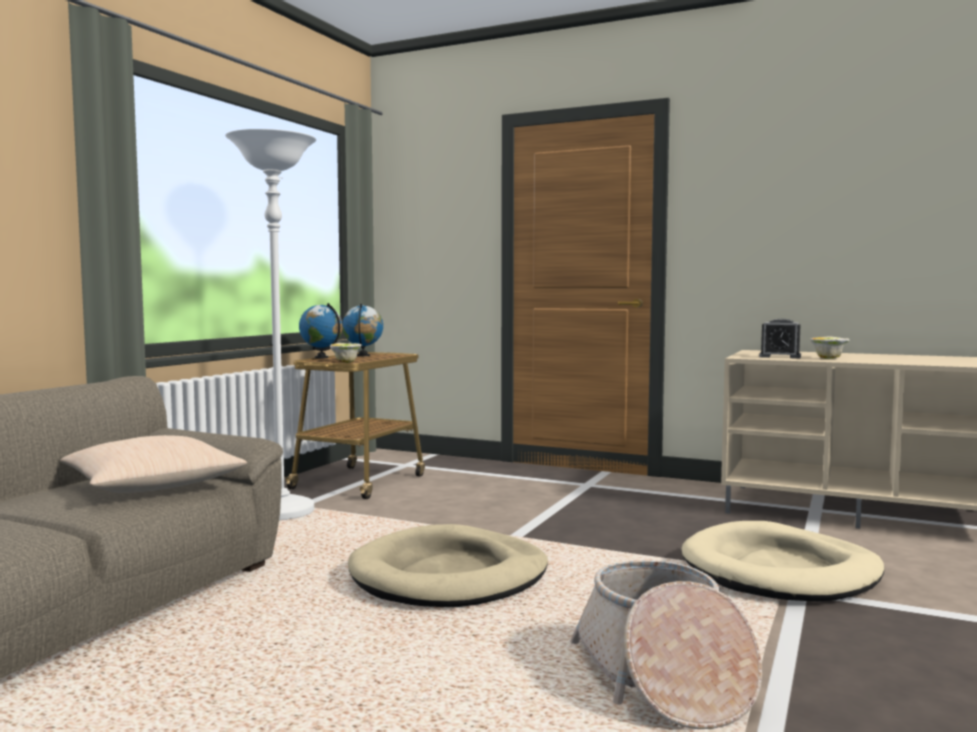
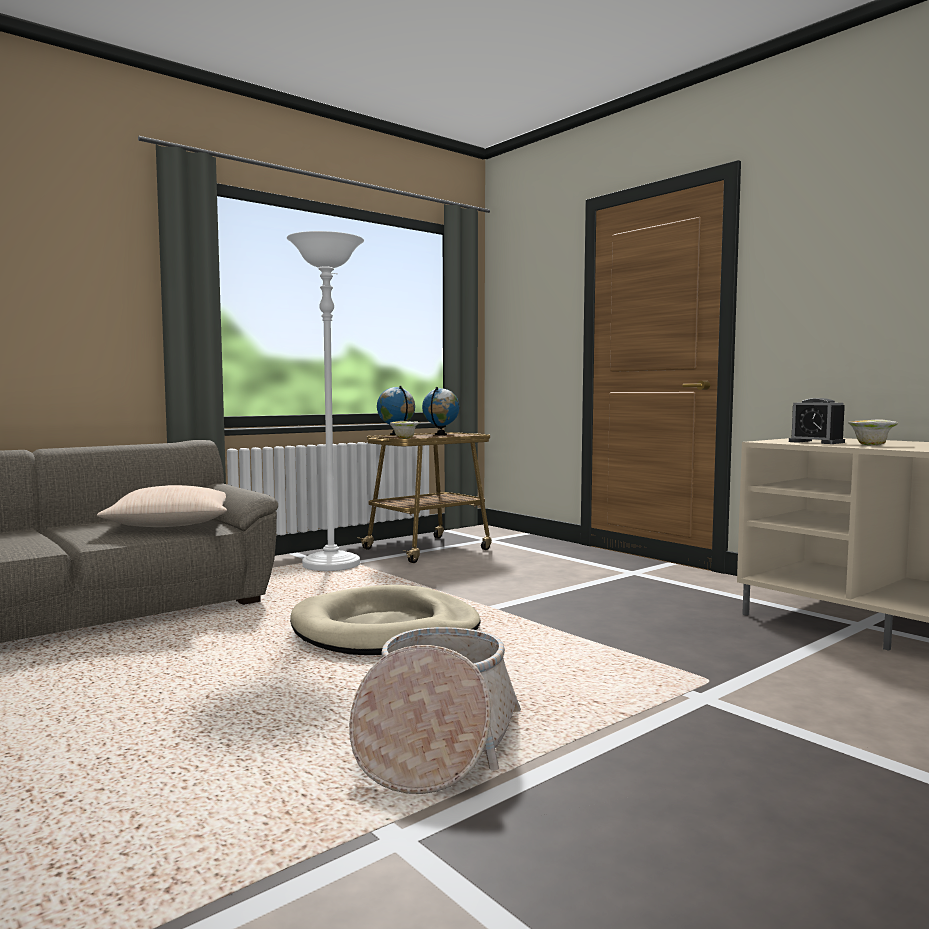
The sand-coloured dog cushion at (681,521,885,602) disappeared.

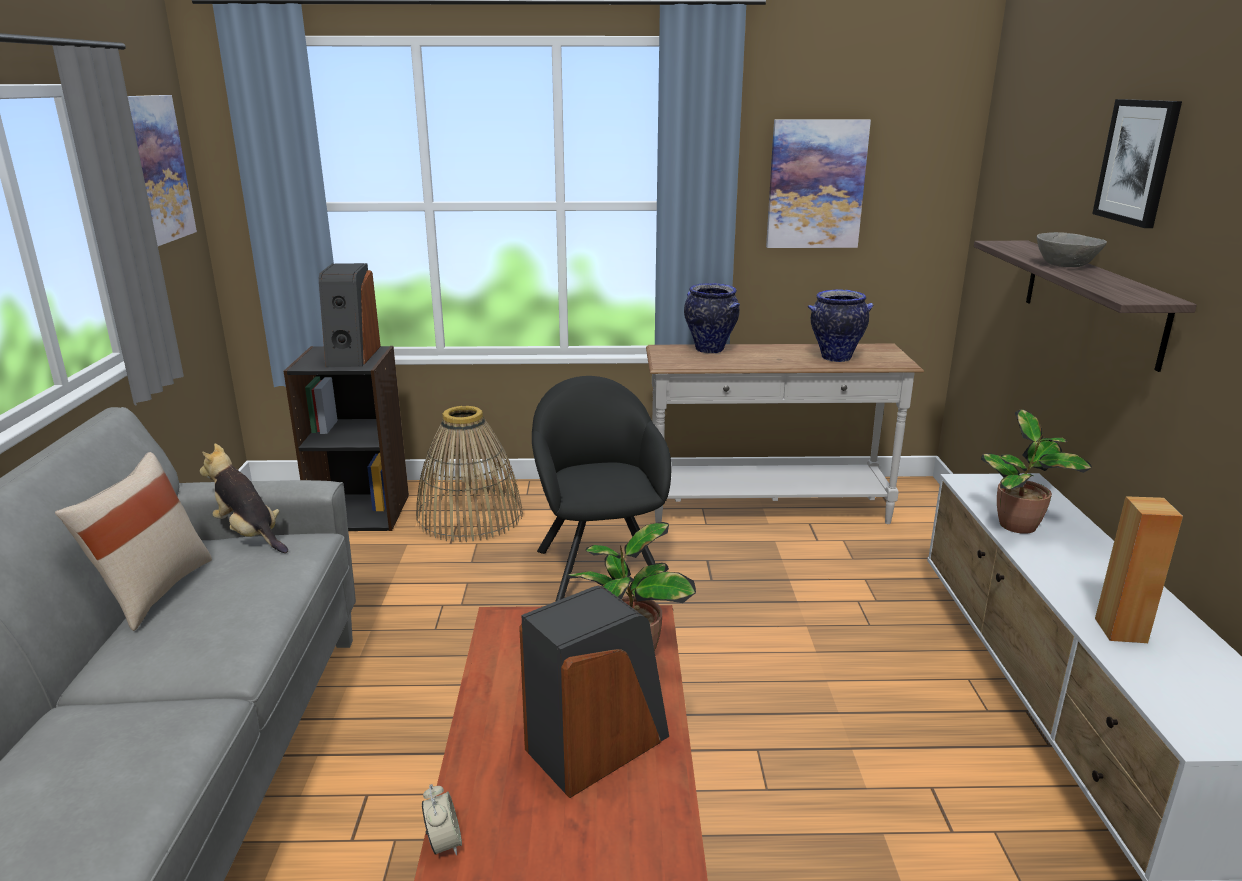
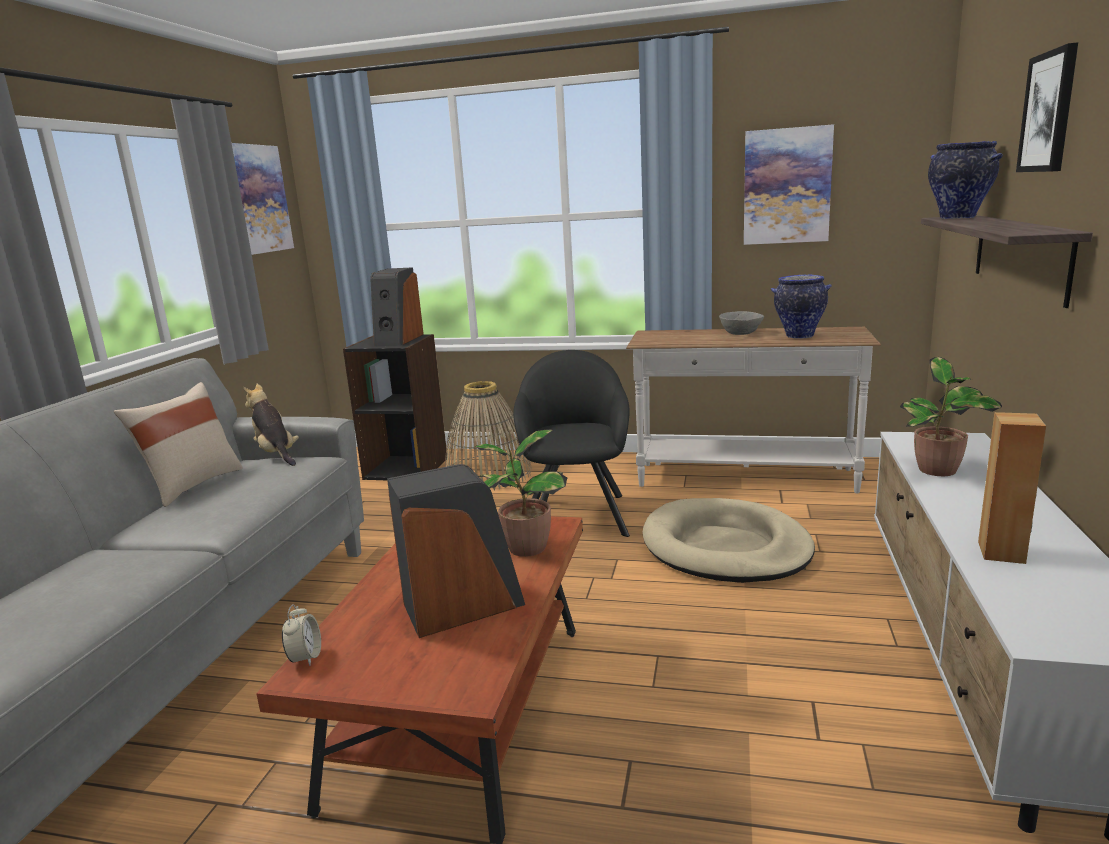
The sand-coloured dog cushion at (643,498,815,583) appeared. The decorative vase moved from (684,283,740,354) to (928,141,1003,219). The grey serving bowl moved from (1037,232,1107,267) to (719,311,764,335).

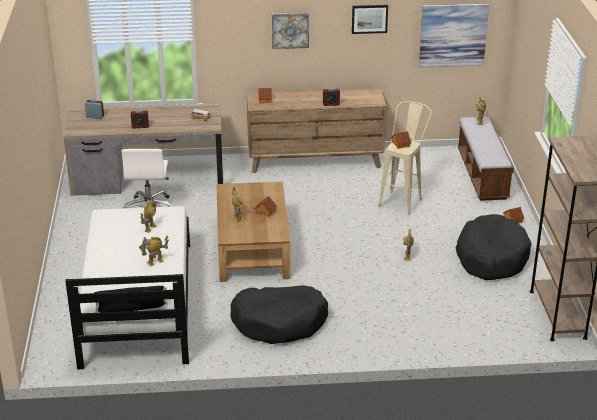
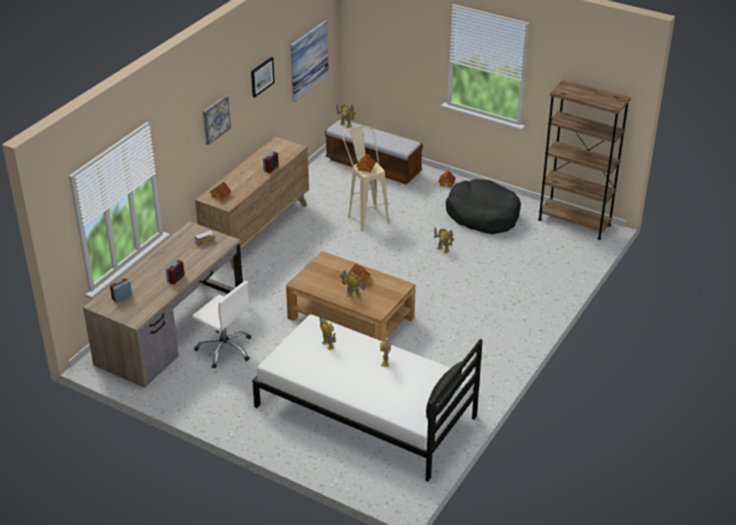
The blackish dog cushion at (231,285,328,344) disappeared.

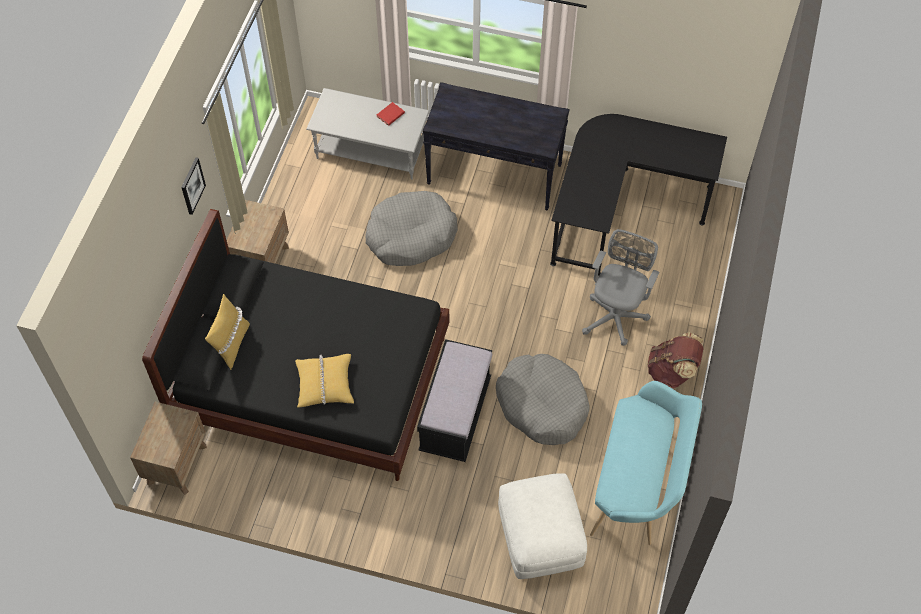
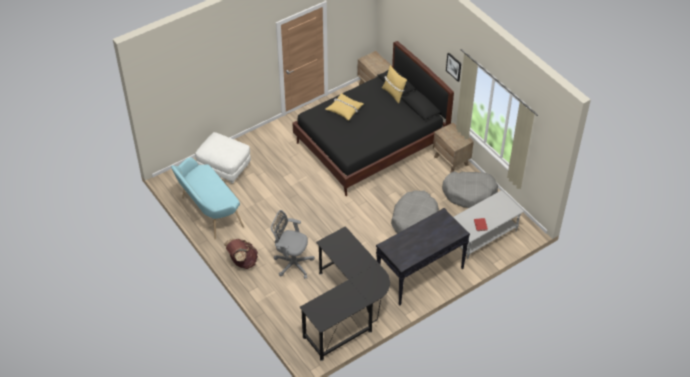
The blackish long seat at (417,339,492,462) disappeared. The grey dog cushion moved from (496,354,590,445) to (442,171,498,208). The grey computer chair at (582,229,660,346) turned 135 degrees clockwise.

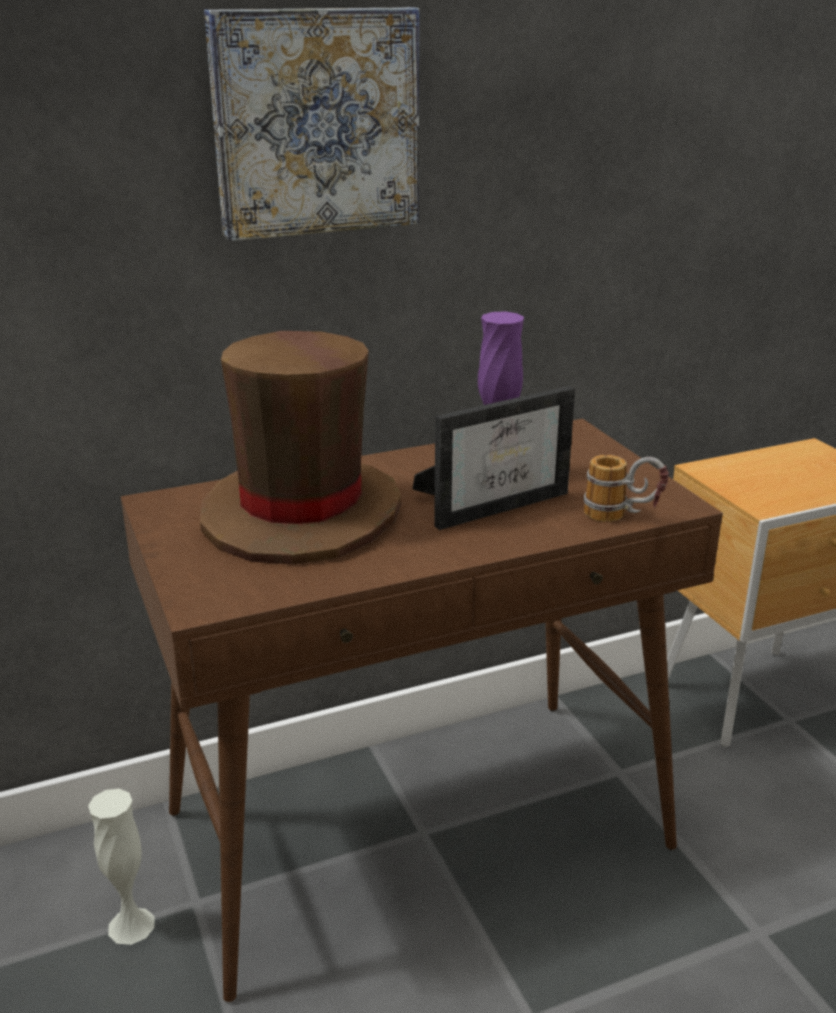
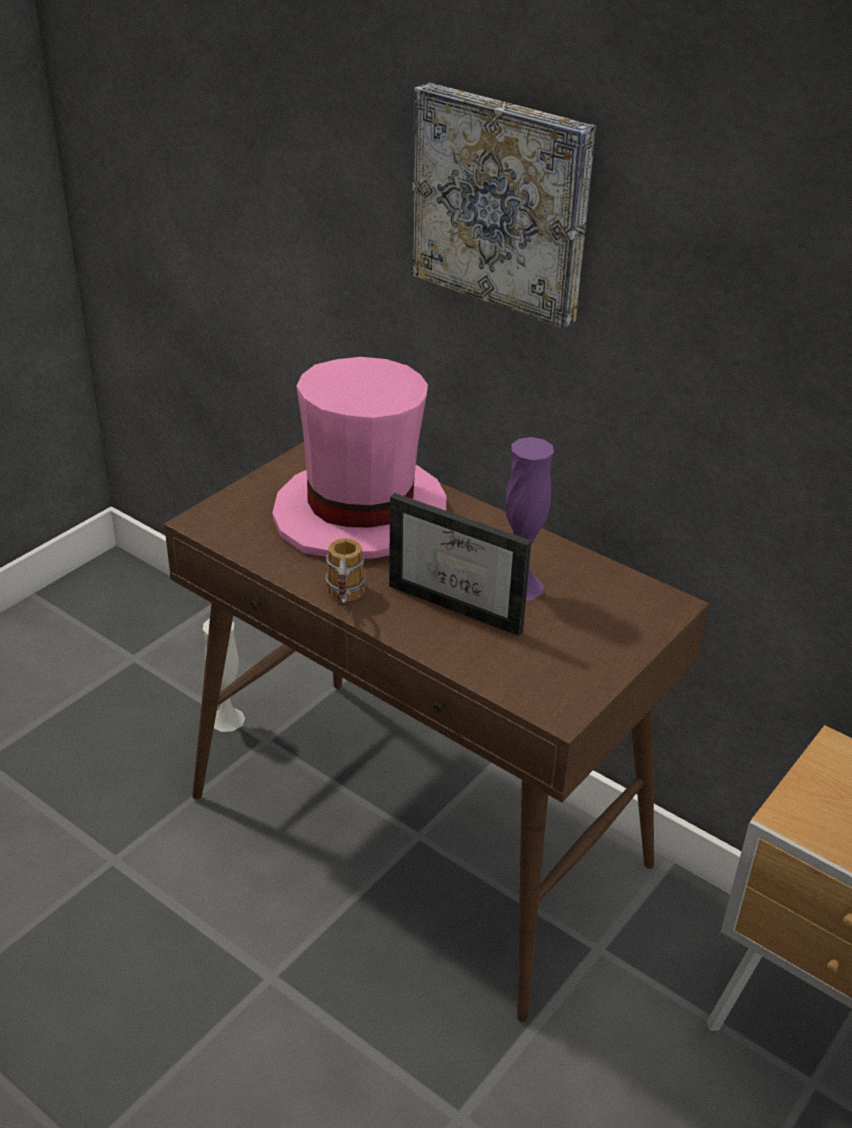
The mug moved from (584,455,669,522) to (326,538,366,605). The brown-coloured clothing hat at (200,331,401,564) became the pinkish clothing hat at (272,357,446,559).

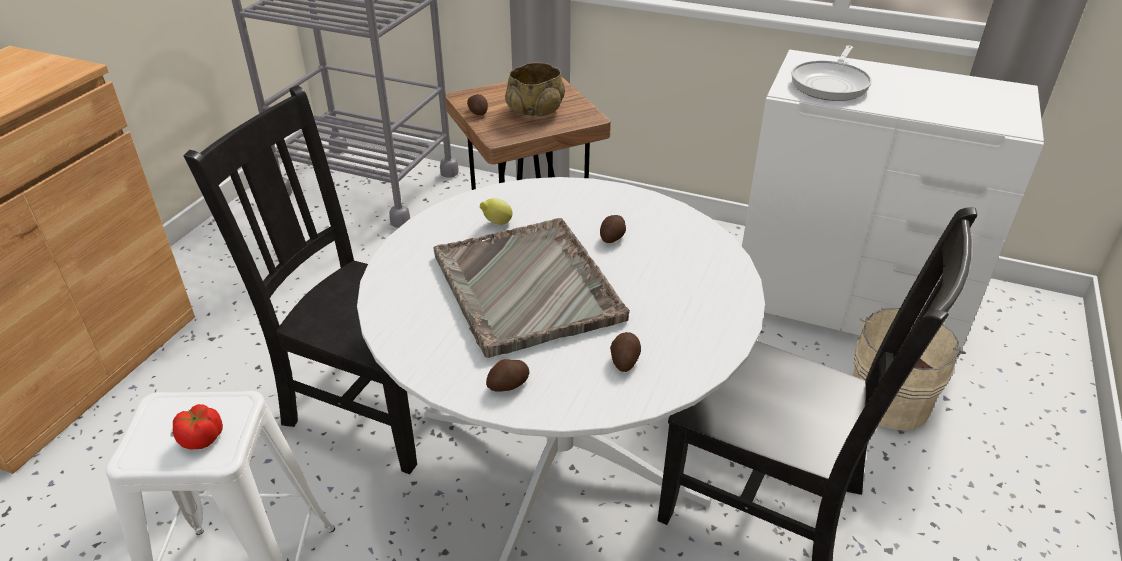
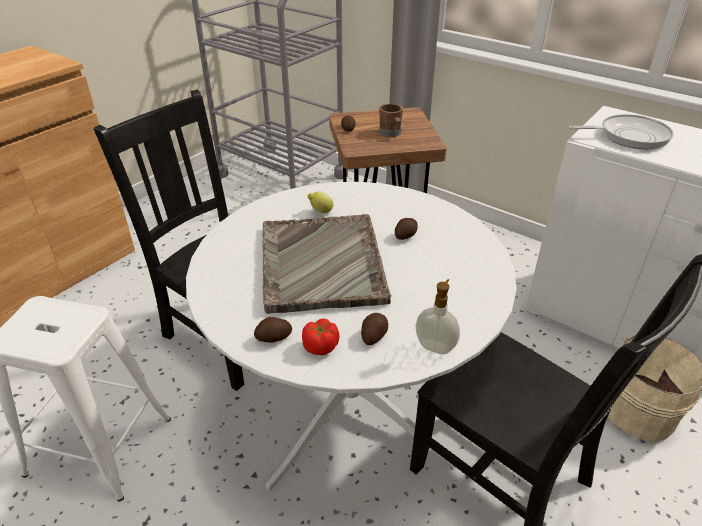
The soap bottle at (416,279,460,355) appeared. The tomato moved from (173,404,223,449) to (302,318,339,355). The sand-coloured serving bowl at (505,63,565,117) was replaced by the brown-coloured mug at (379,103,403,137). The skillet at (791,45,872,101) turned 135 degrees counterclockwise.

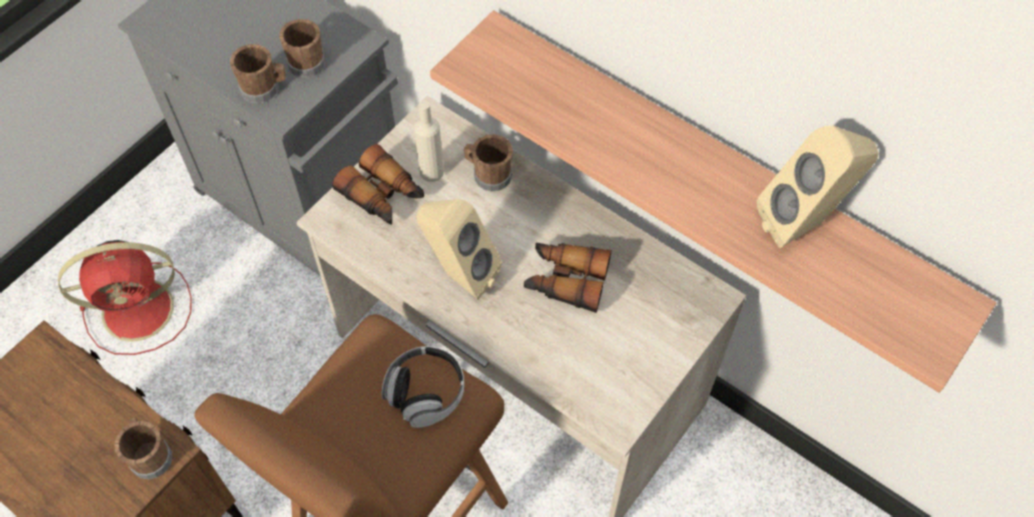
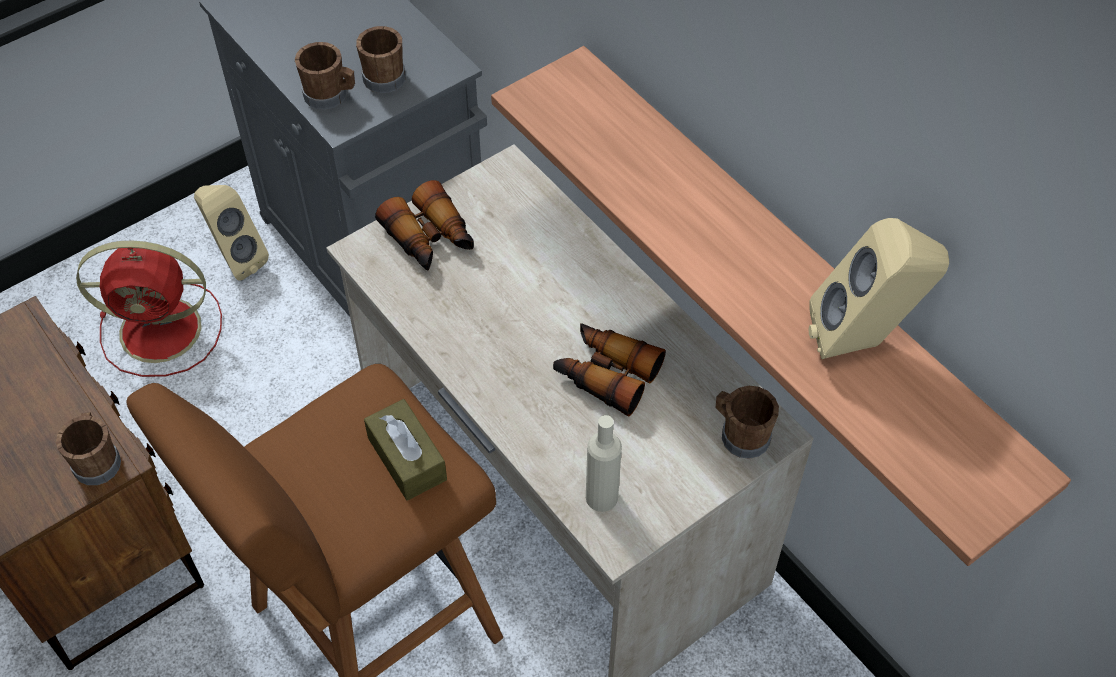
The sand-coloured drink bottle moved from (414,101,444,182) to (586,415,622,512). The sand-coloured audio speaker moved from (417,199,502,300) to (194,185,269,281). The brown-coloured mug moved from (464,134,513,192) to (716,386,779,459). The headphones at (381,346,465,428) was replaced by the brown-coloured tissue box at (364,399,447,501).

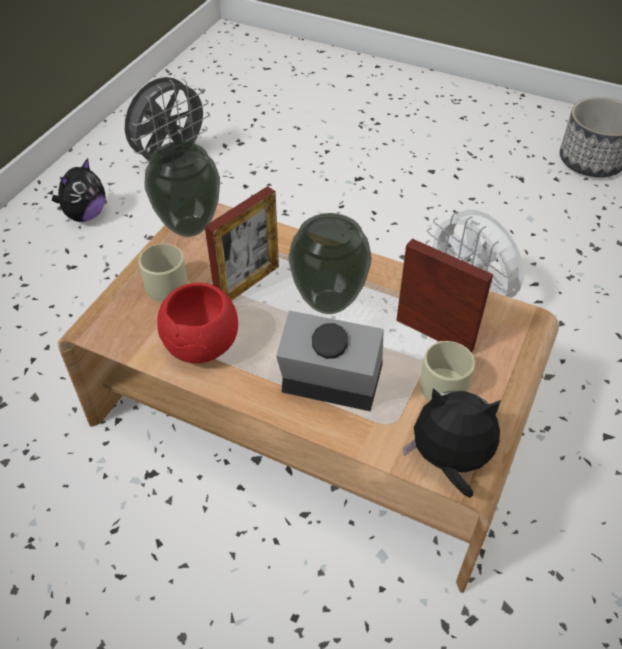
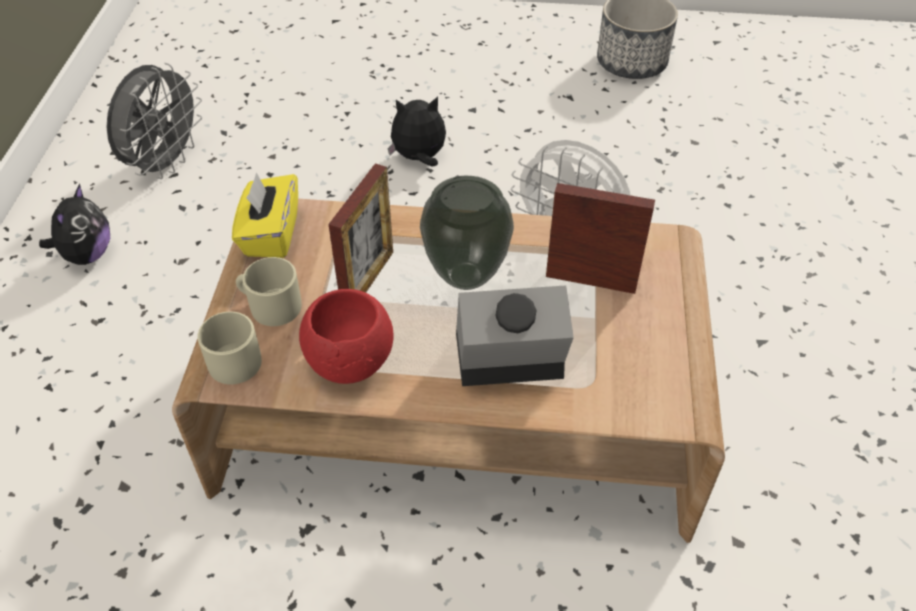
The plush toy moved from (403,388,501,498) to (388,96,446,167). The sand-coloured mug moved from (420,341,475,401) to (197,312,262,385). The decorative vase at (144,141,220,237) was replaced by the yellow-coloured tissue box at (232,173,298,258).

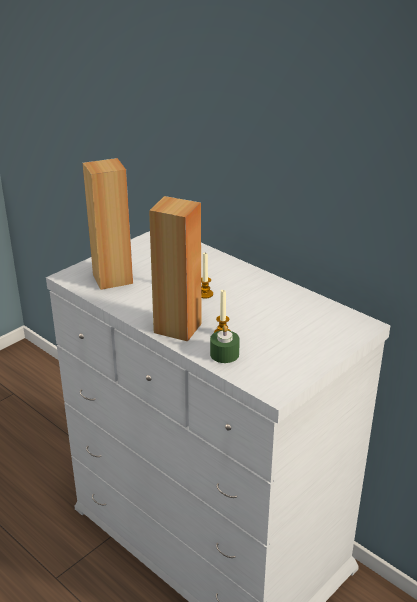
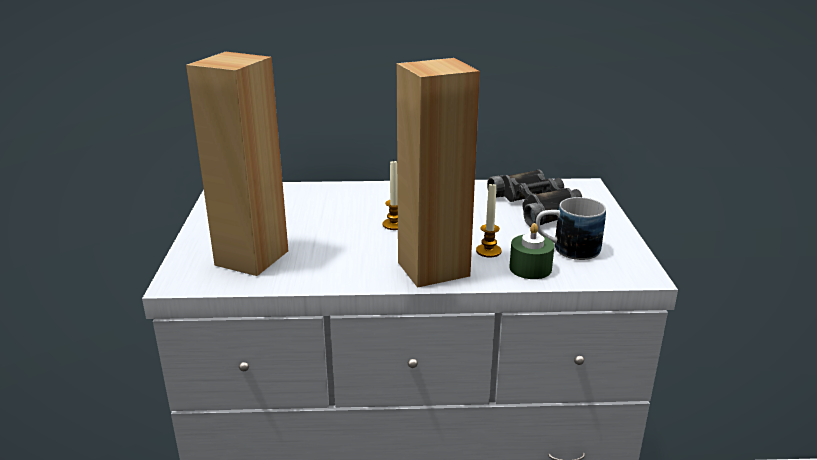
The blackish pair of binoculars at (487,170,582,227) appeared. The mug at (536,197,606,260) appeared.

